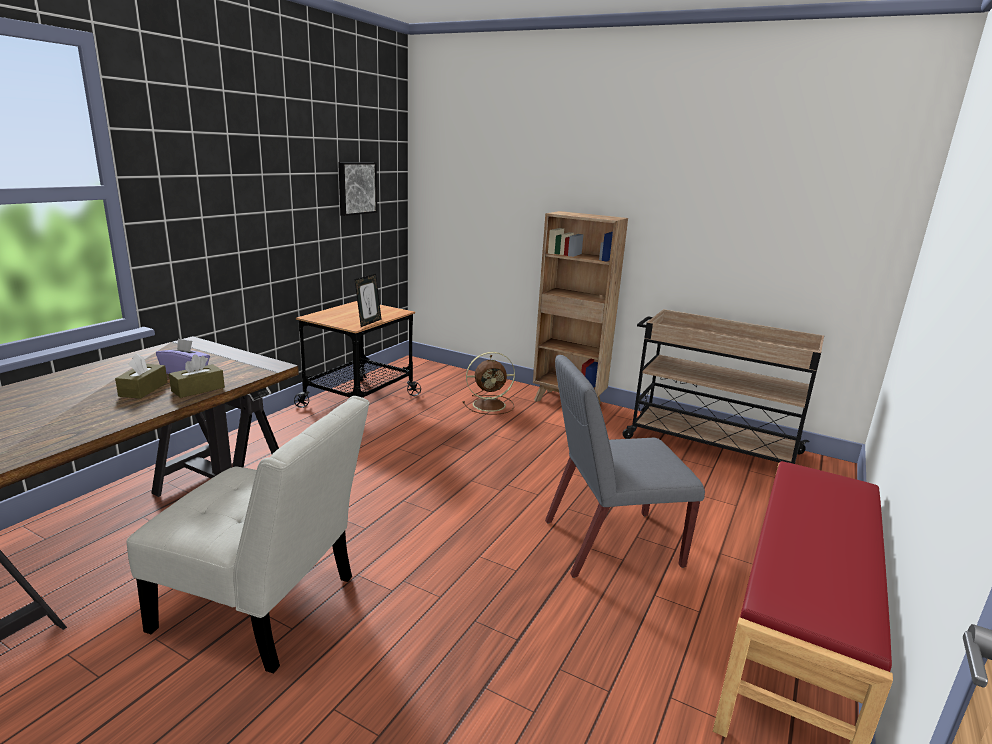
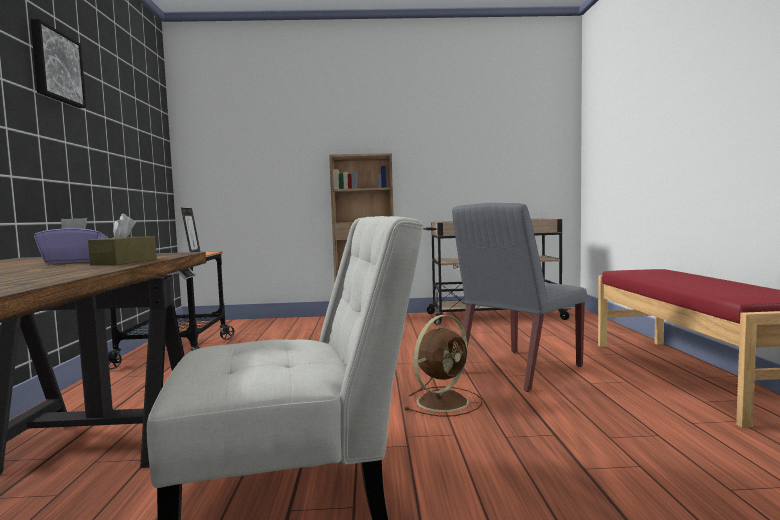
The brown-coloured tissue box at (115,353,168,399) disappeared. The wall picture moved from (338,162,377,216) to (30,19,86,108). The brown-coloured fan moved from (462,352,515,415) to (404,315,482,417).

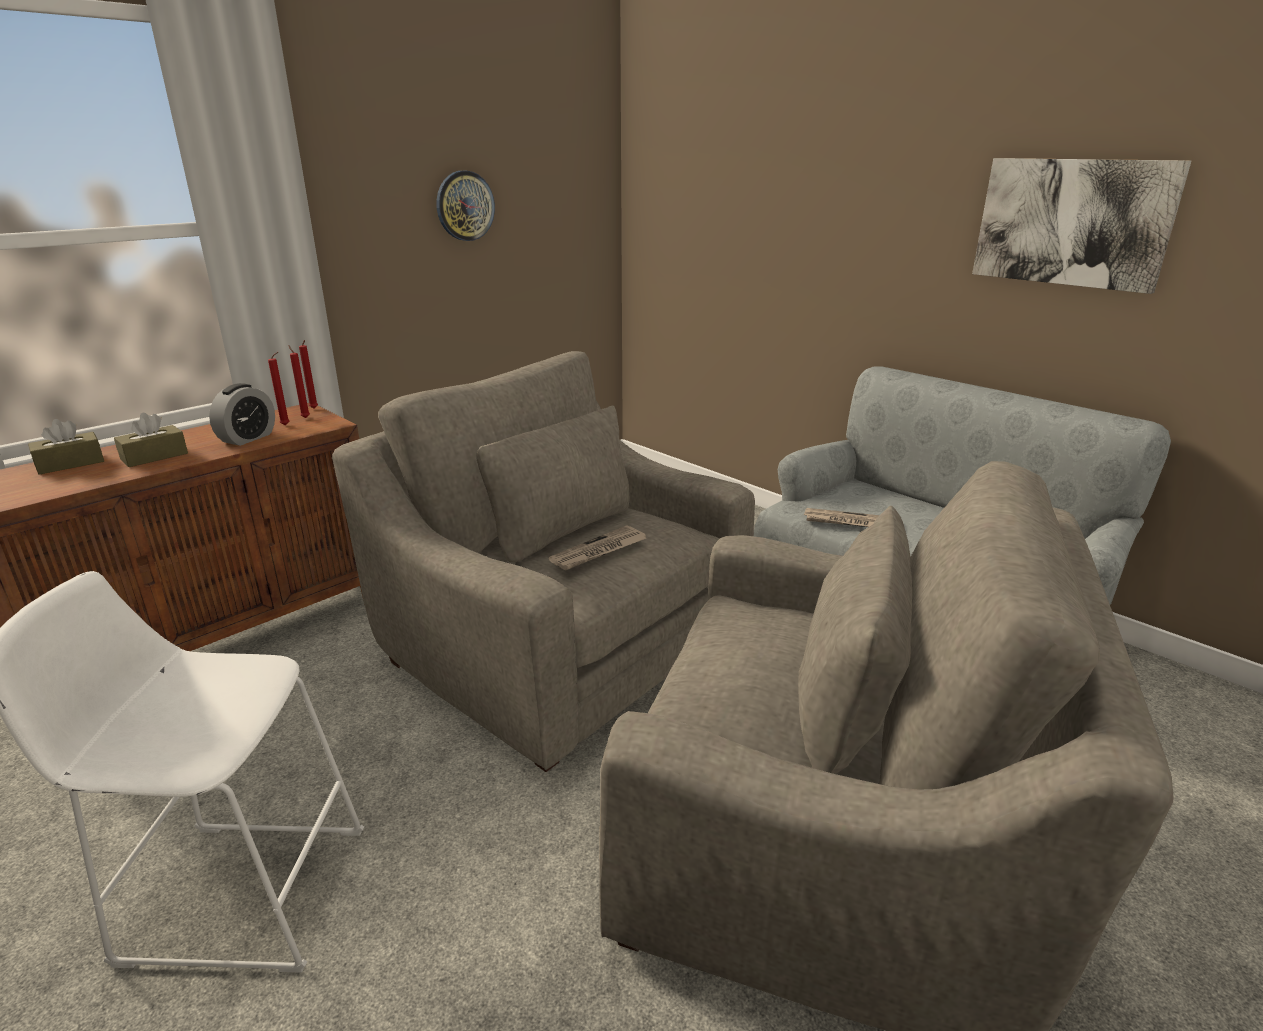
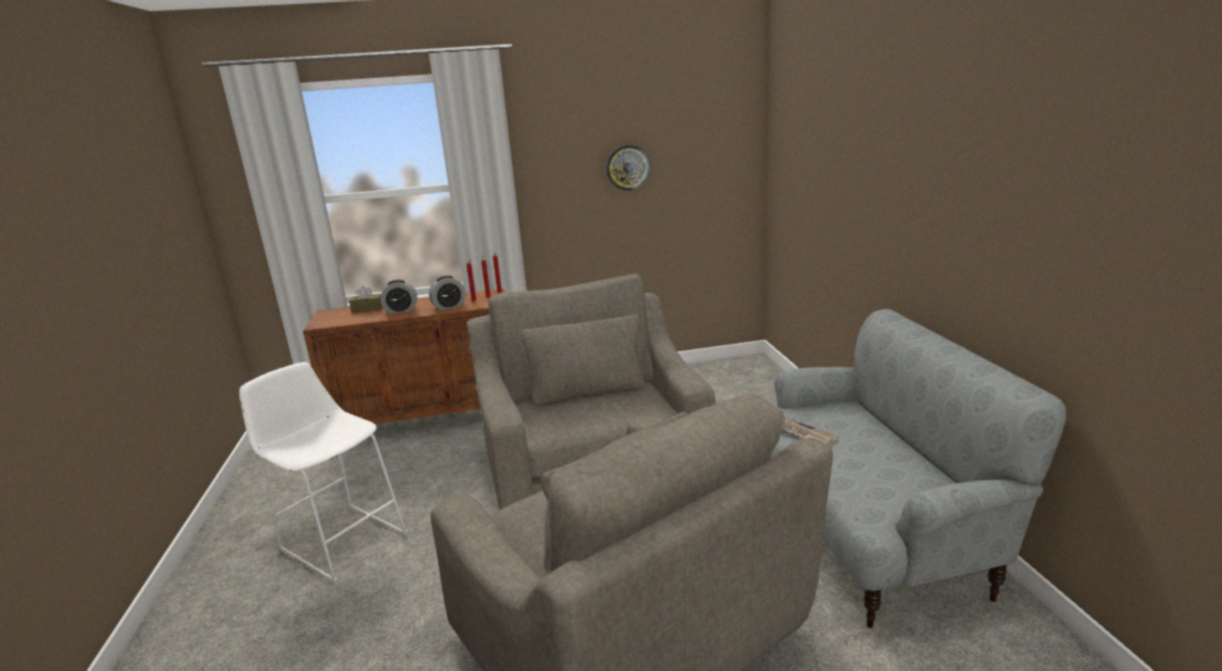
The printed paper at (549,525,646,571) disappeared. The wall picture at (972,158,1191,294) disappeared. The brown-coloured tissue box at (114,413,188,467) was replaced by the table clock at (381,280,417,314).

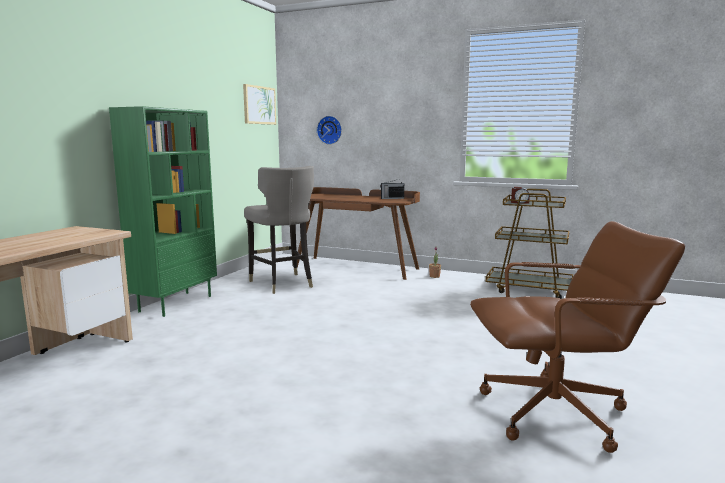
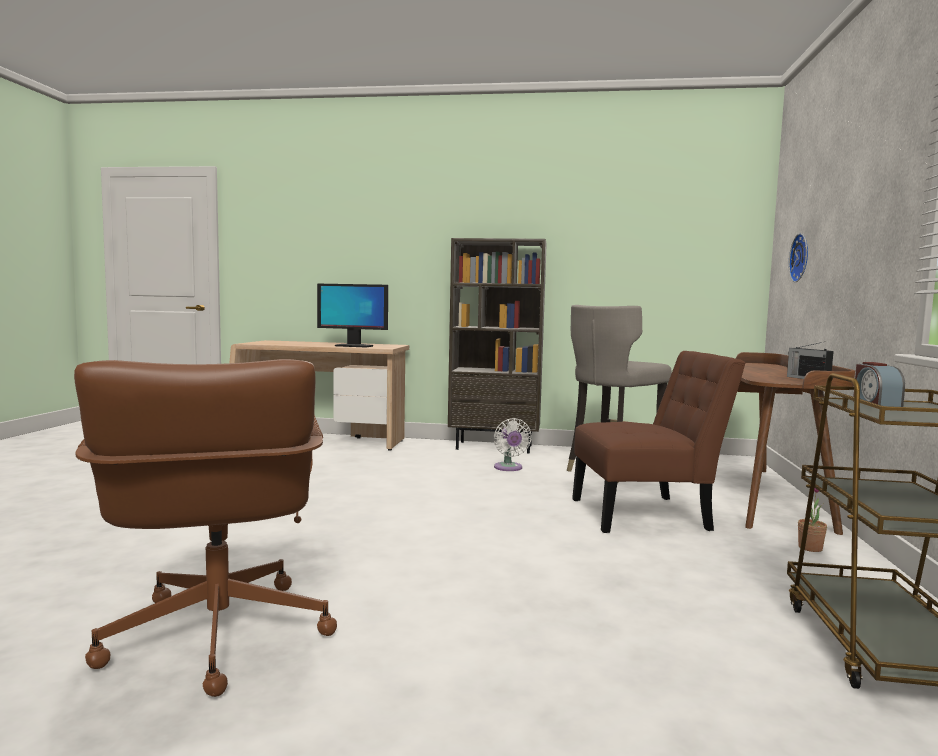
The wall picture at (243,84,276,125) disappeared. The computer screen at (317,284,388,348) appeared. The white fan at (494,418,532,471) appeared. The brown-coloured plain chair at (572,351,746,533) appeared. The green-coloured bookcase at (109,106,217,317) became the brown-coloured bookcase at (448,238,547,454).

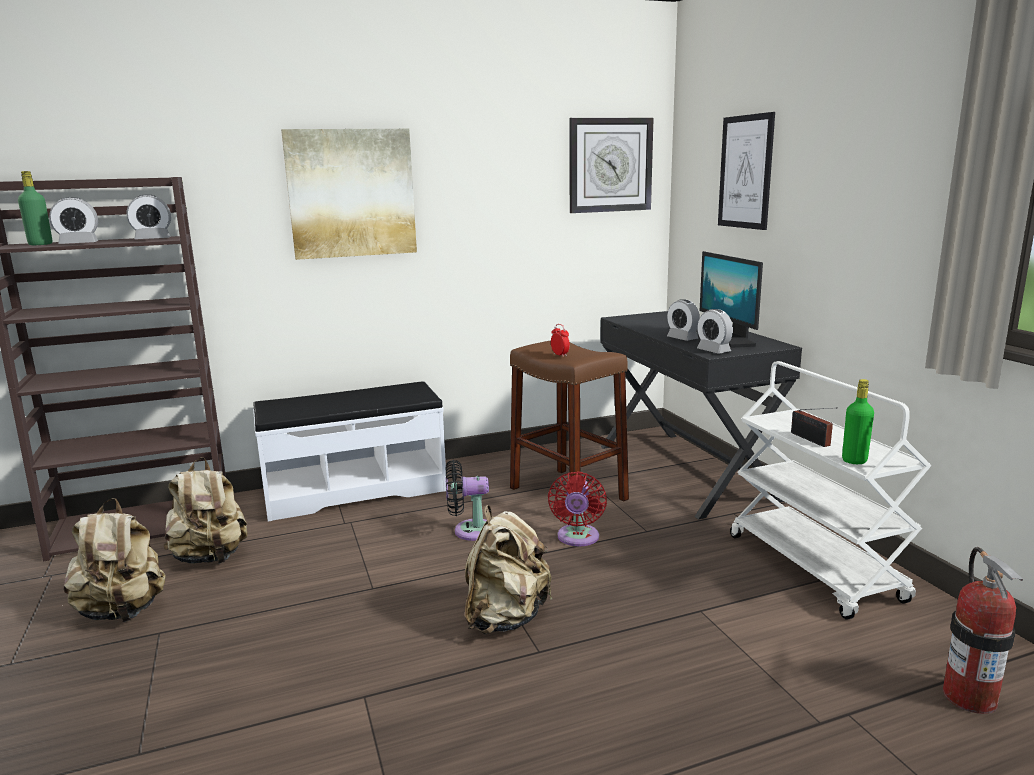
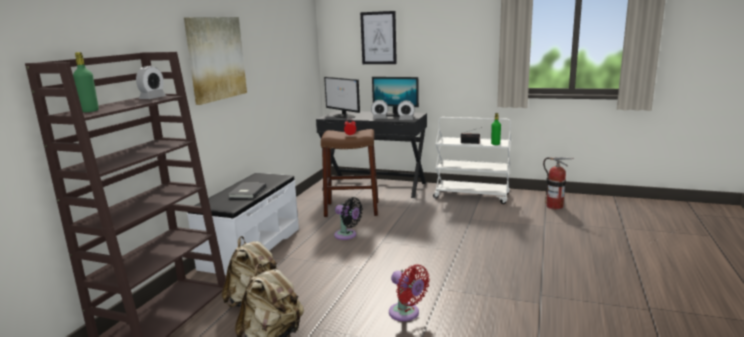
The table clock at (49,197,98,244) disappeared. The sand-coloured backpack at (465,505,552,634) disappeared. The hanging clock at (569,118,654,213) disappeared. The grey volume at (228,183,266,198) appeared. The computer screen at (324,77,360,118) appeared. The red fan moved from (548,472,607,546) to (389,264,430,321). The blackish fan at (445,460,489,541) turned 90 degrees counterclockwise.

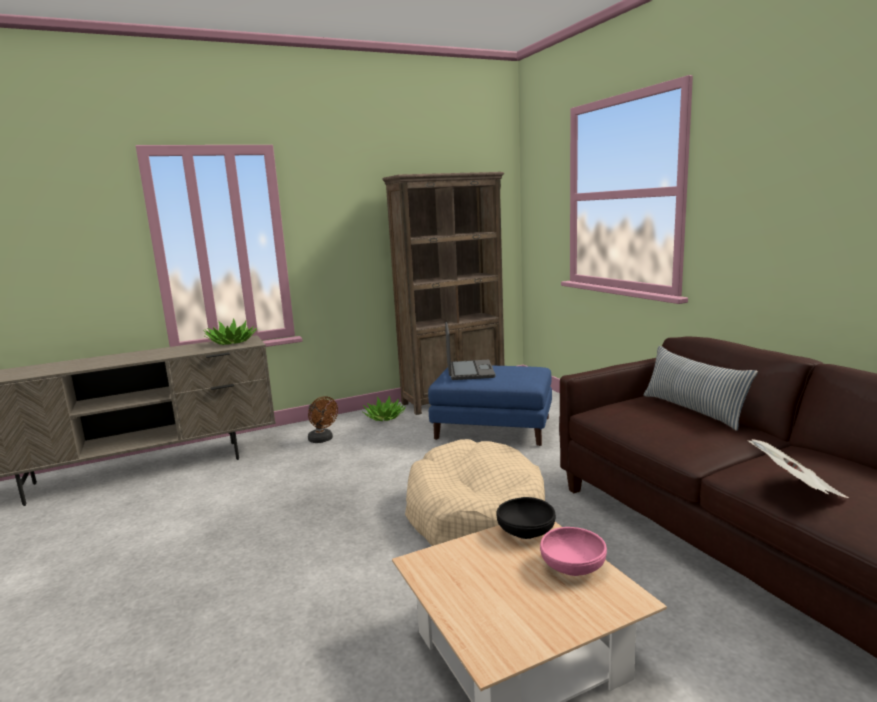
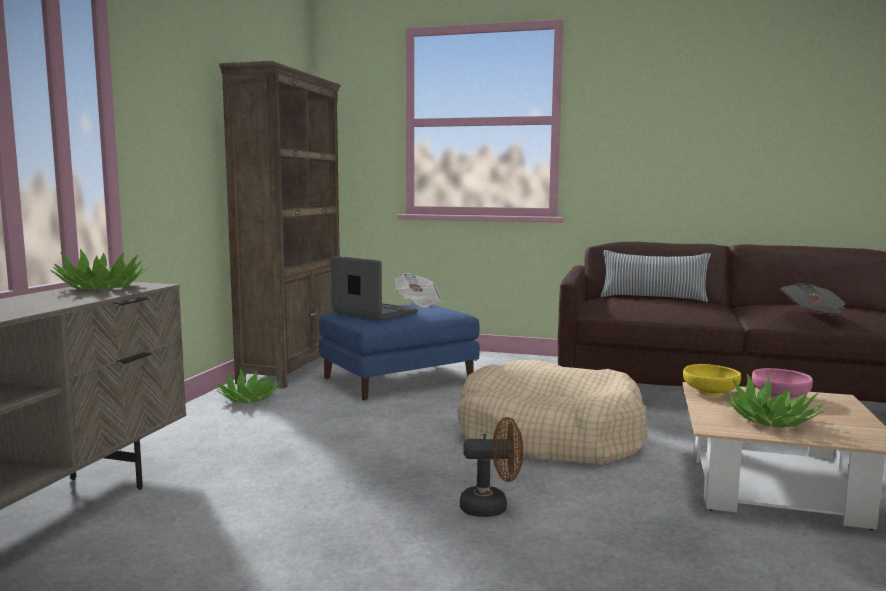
The printed paper at (395,273,442,307) appeared. The potted plant at (723,374,823,428) appeared. The brown-coloured fan moved from (308,396,338,443) to (460,417,523,517). The blackish serving bowl at (497,497,555,539) became the yellow-coloured serving bowl at (683,364,741,396).

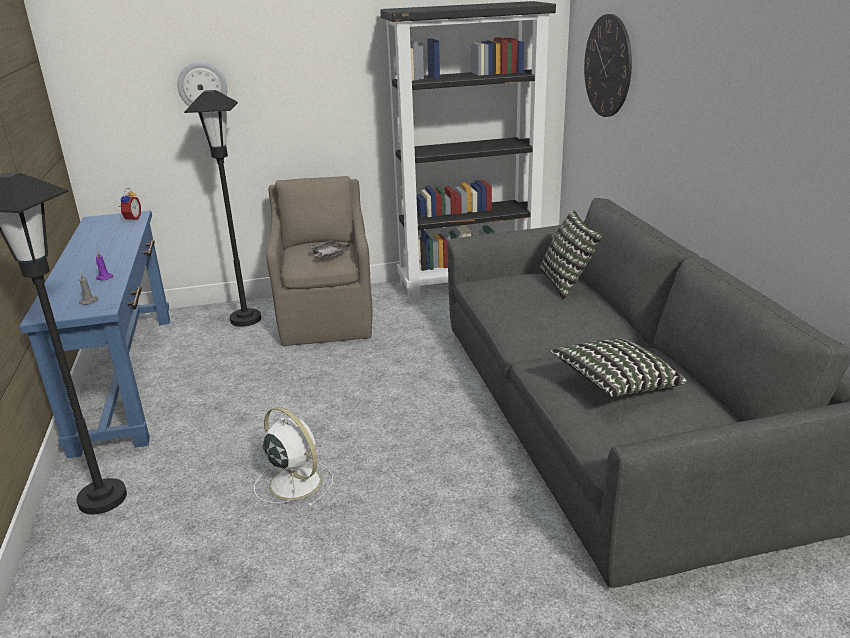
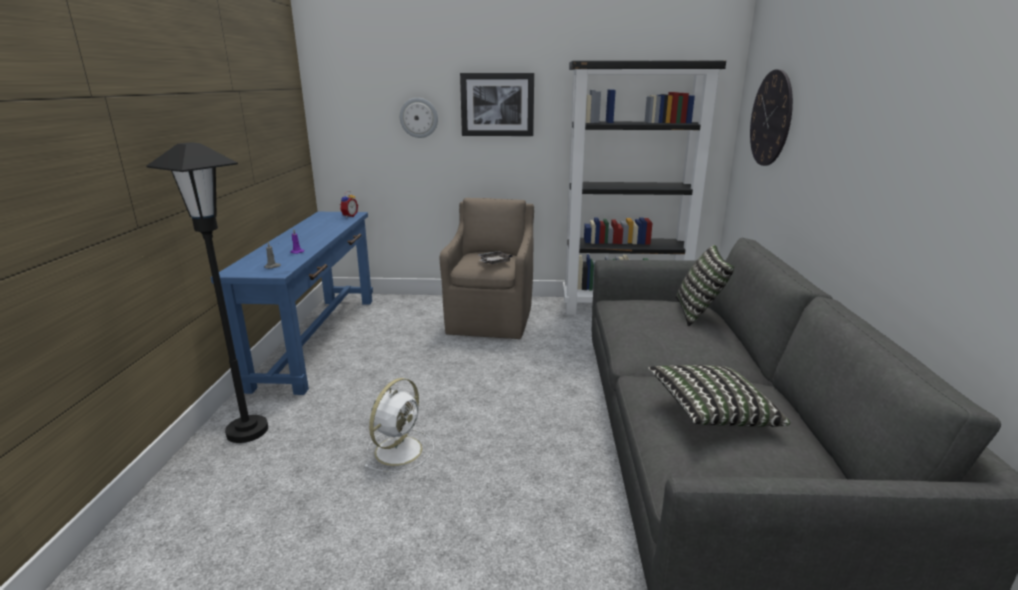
The blackish standing lamp at (184,90,261,327) disappeared. The wall picture at (460,73,534,136) appeared. The white fan at (254,407,333,507) turned 60 degrees clockwise.

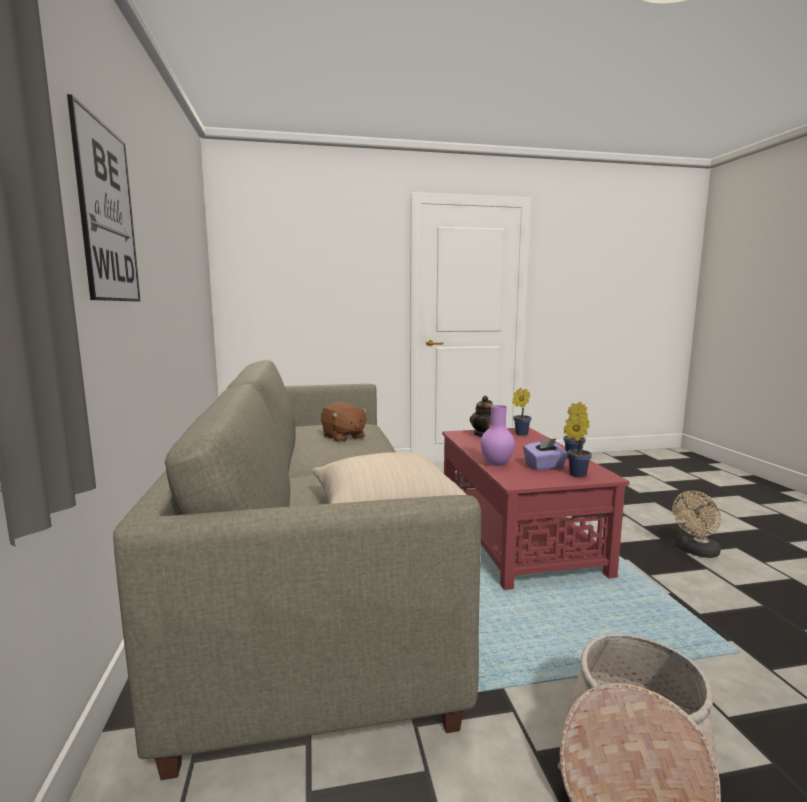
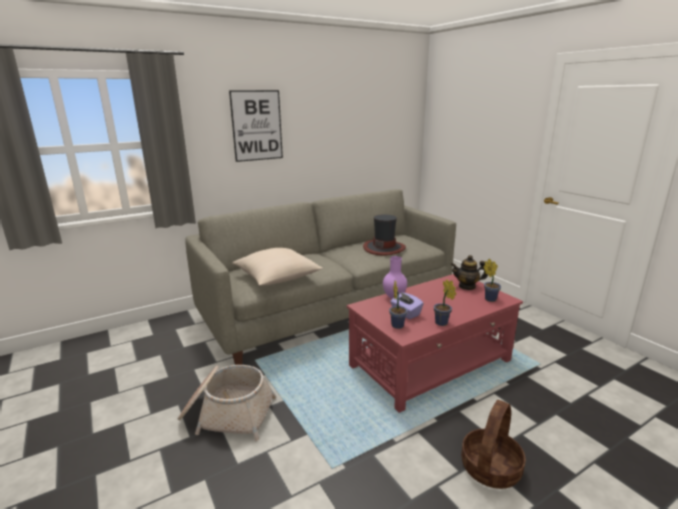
The brown-coloured plush toy at (321,402,368,442) was replaced by the clothing hat at (363,214,406,256). The sand-coloured fan at (672,491,721,558) was replaced by the storage basket at (461,400,526,489).

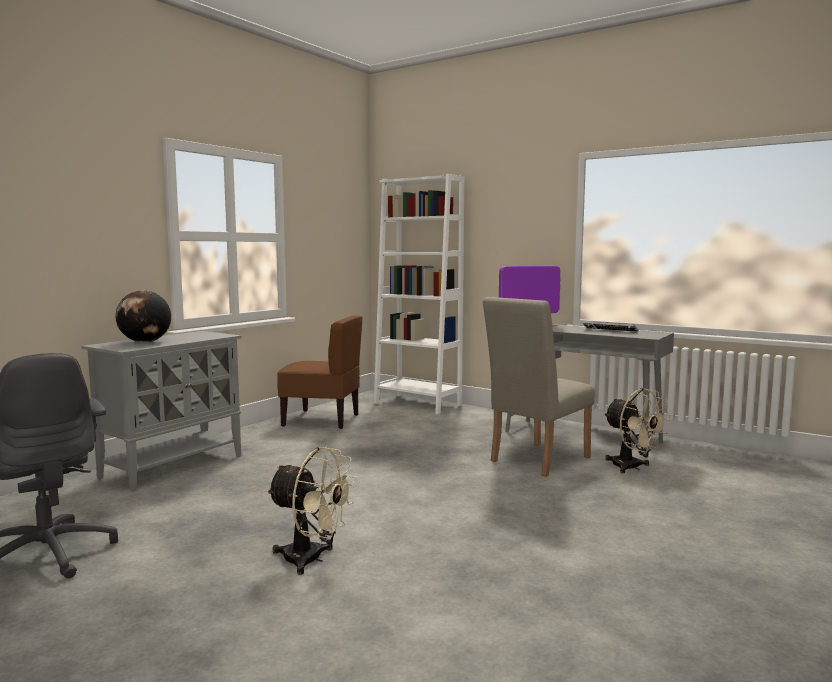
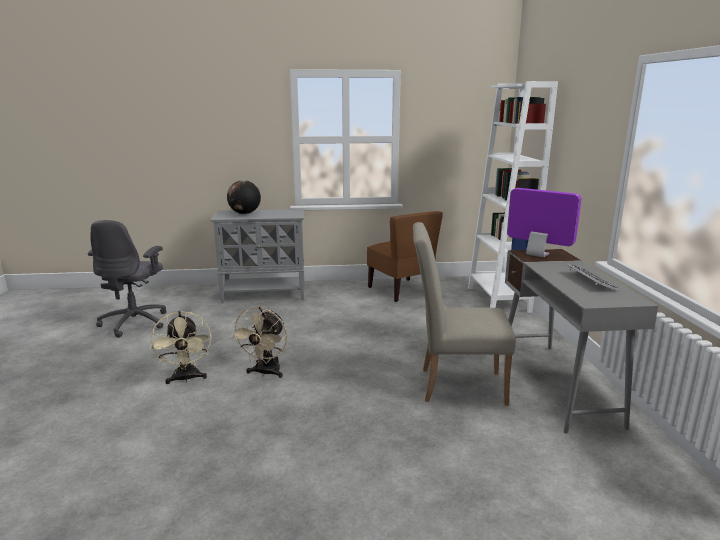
The sand-coloured fan moved from (604,388,670,473) to (230,307,287,378).

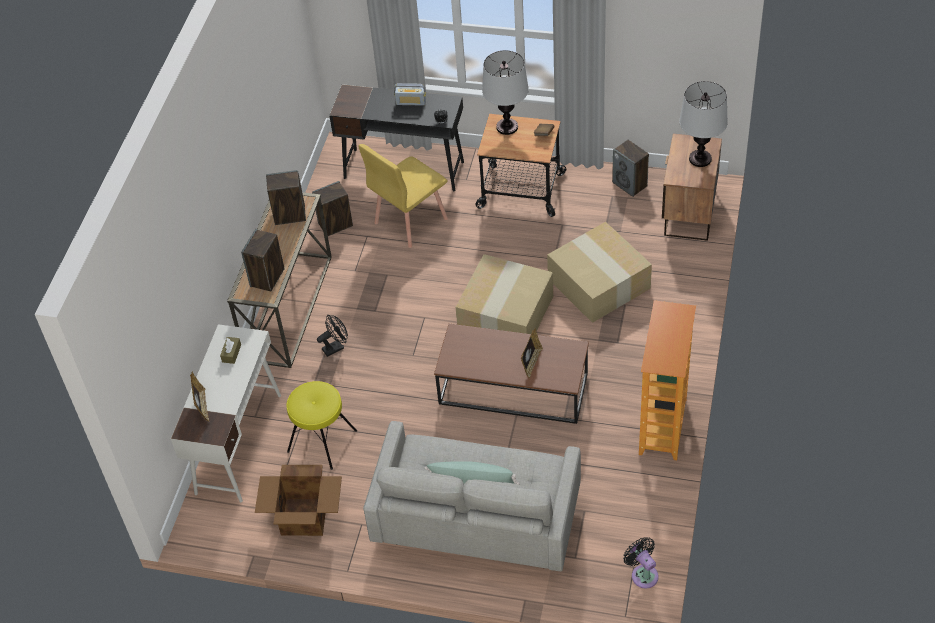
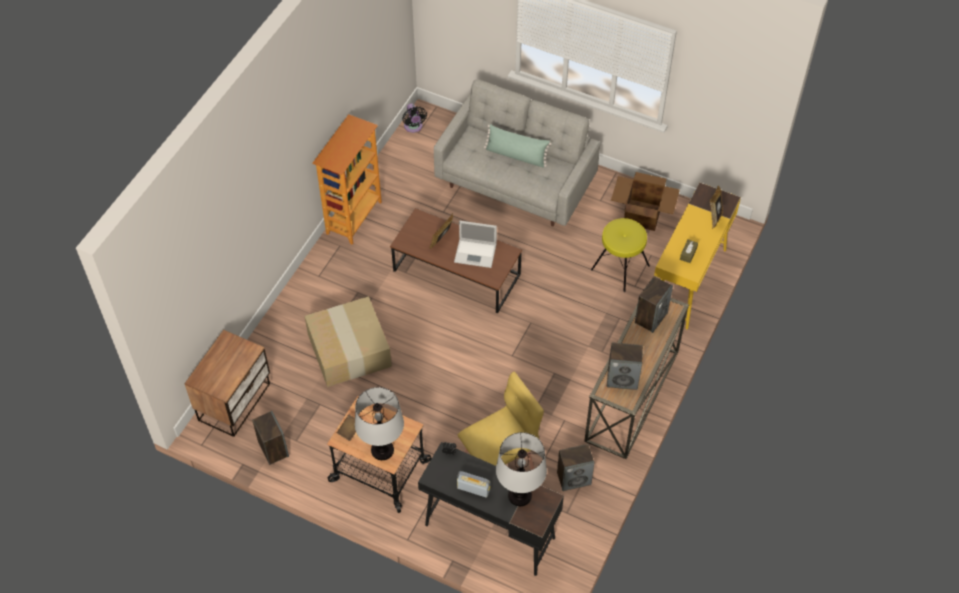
The blackish fan at (317,314,348,357) disappeared. The carton at (456,254,553,334) disappeared. The notebook computer at (454,220,497,268) appeared. The lamp for a table moved from (679,81,728,167) to (496,432,547,506). The white desk at (171,324,281,502) became the yellow-coloured desk at (654,182,741,329).

